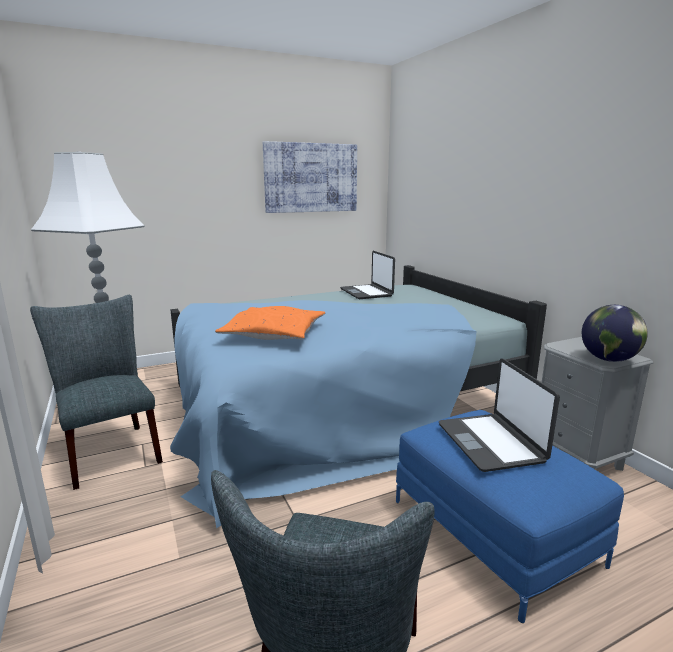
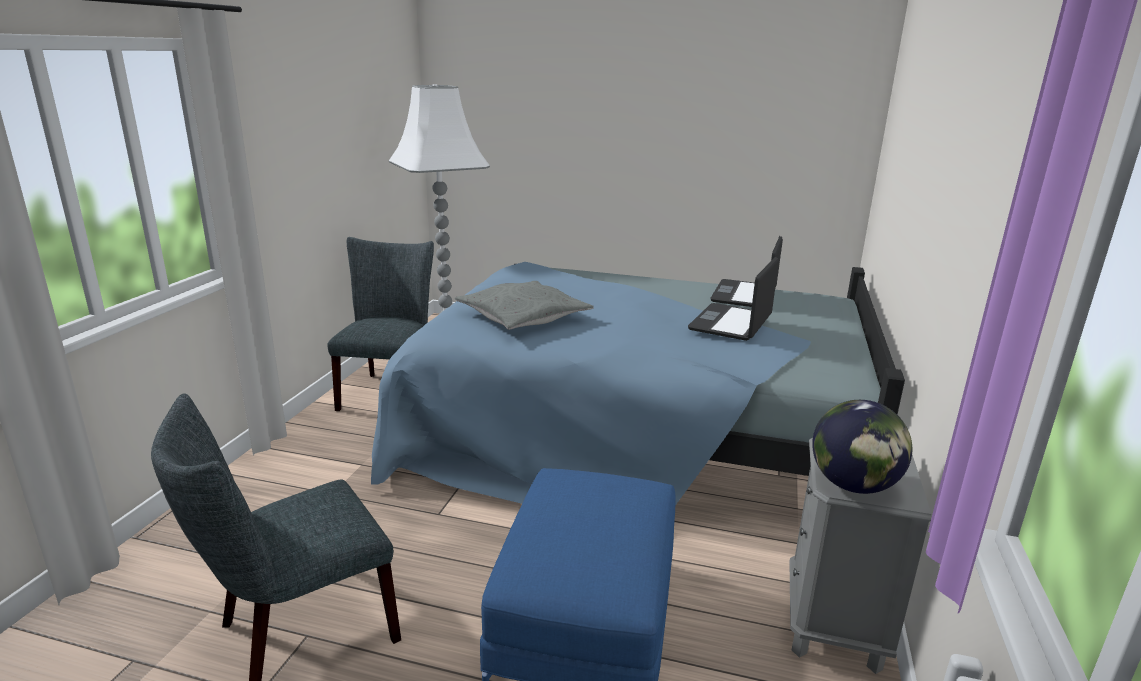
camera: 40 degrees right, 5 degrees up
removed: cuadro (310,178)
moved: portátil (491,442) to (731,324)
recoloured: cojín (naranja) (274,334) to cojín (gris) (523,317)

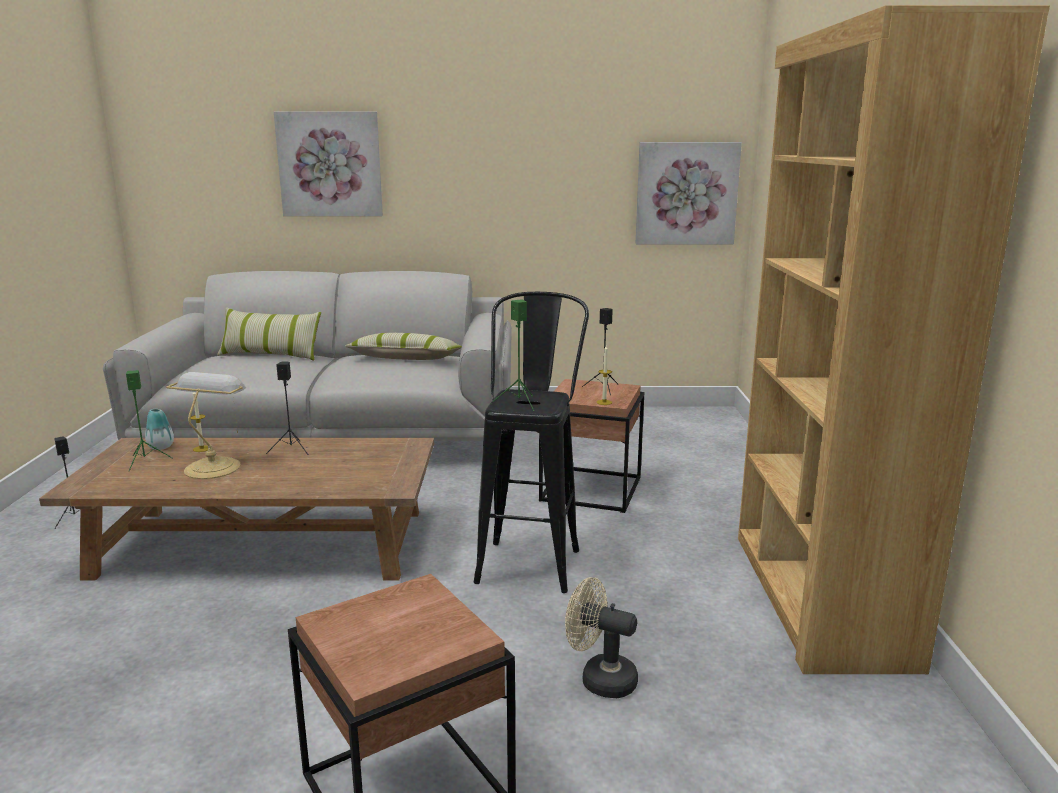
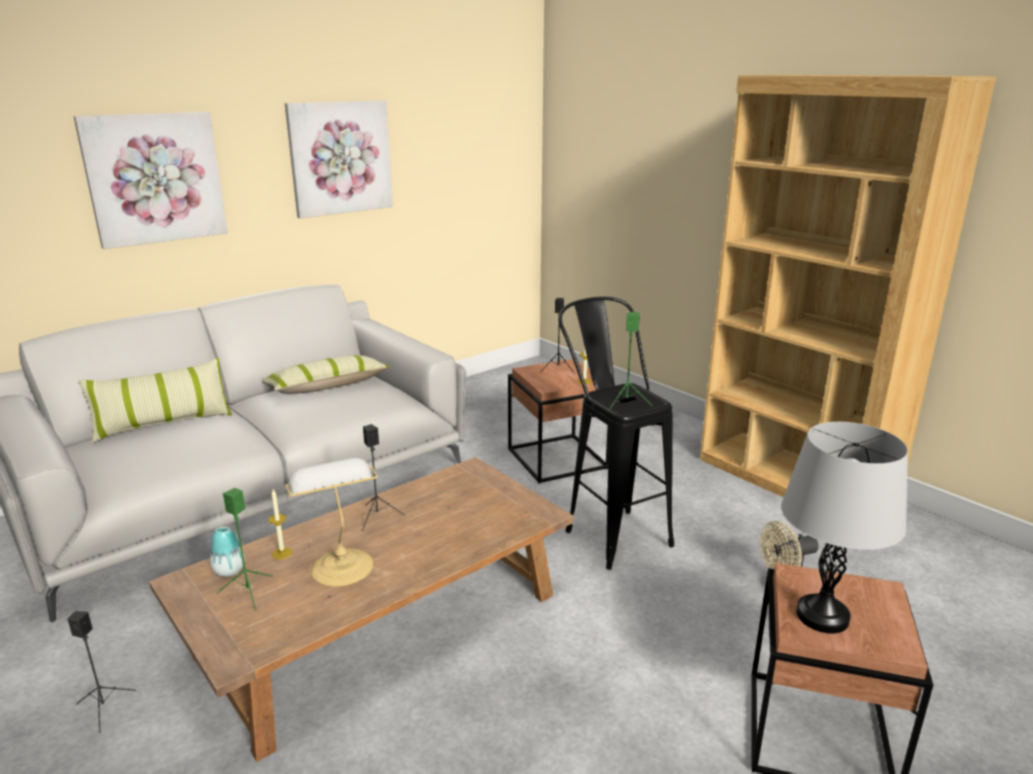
camera: 40 degrees left, 5 degrees up
added: lámpara de mesa (gris) (822,616)
moved: cuadro (686,193) to (340,158)

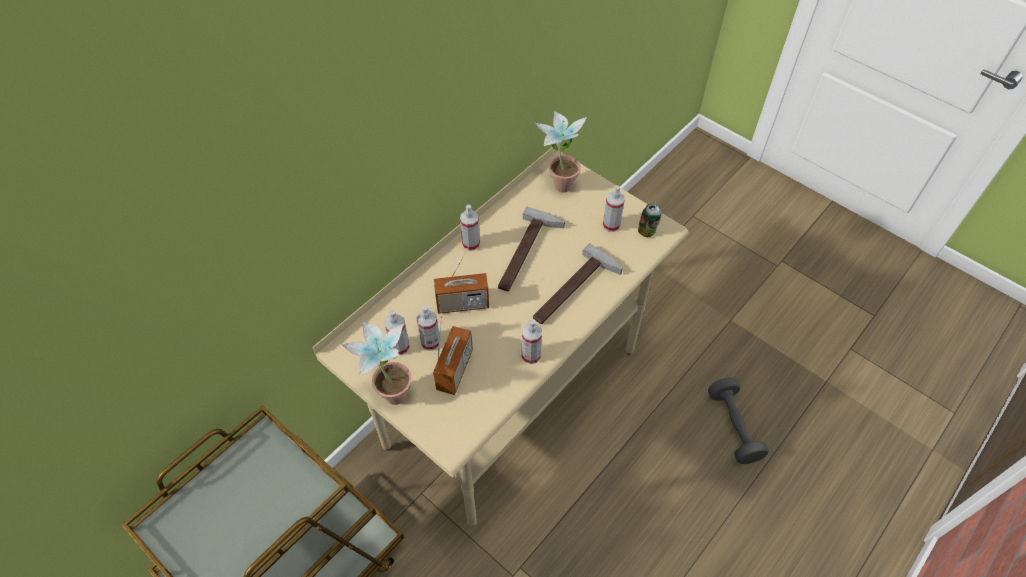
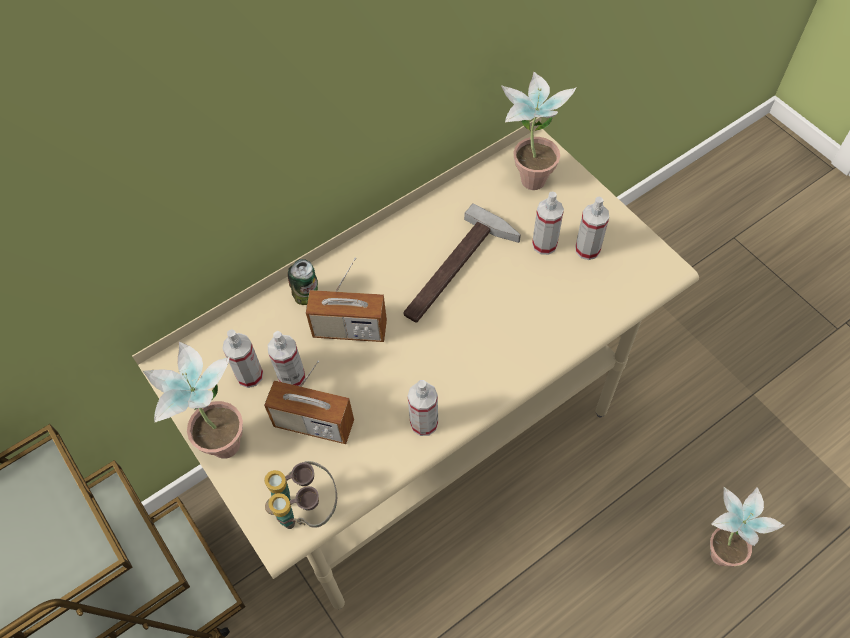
camera: 15 degrees right, 5 degrees up
removed: martillo (574,291)
added: prismáticos (305,508)
moved: pulverizador (471,244) to (544,244); lata (647,231) to (307,296)
replaced: mancuerna (gris) (733,427) to planta en maceta (721,546)
turned: radio (455,370) = (314,424) 75 degrees clockwise

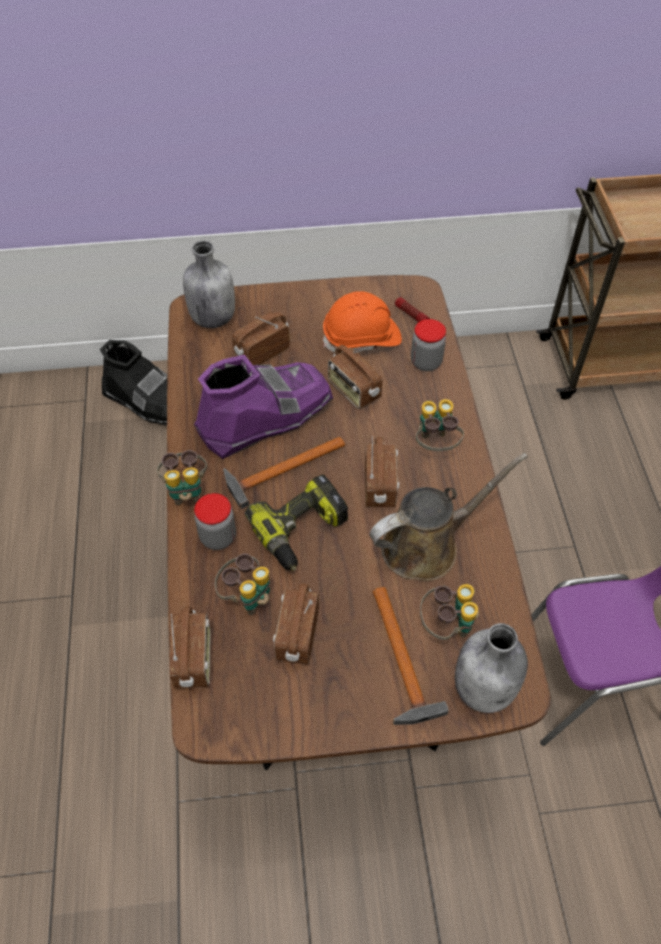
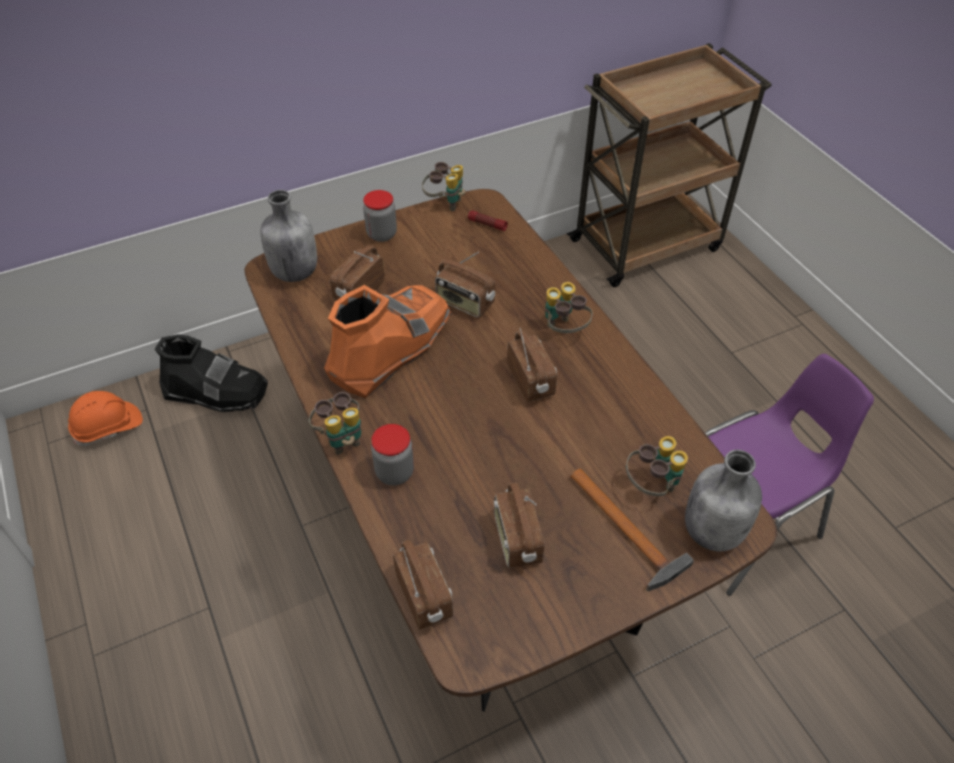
camera: 20 degrees left, 5 degrees down
removed: martillo (280,470); taladro (302,531); regadera (marrón) (427,545)
moved: prismáticos (247,596) to (445,203); casco (naranja) (362,338) to (108,427); tarro (426,362) to (382,234)
recoloured: bota (morado) (265,417) to bota (naranja) (389,349)

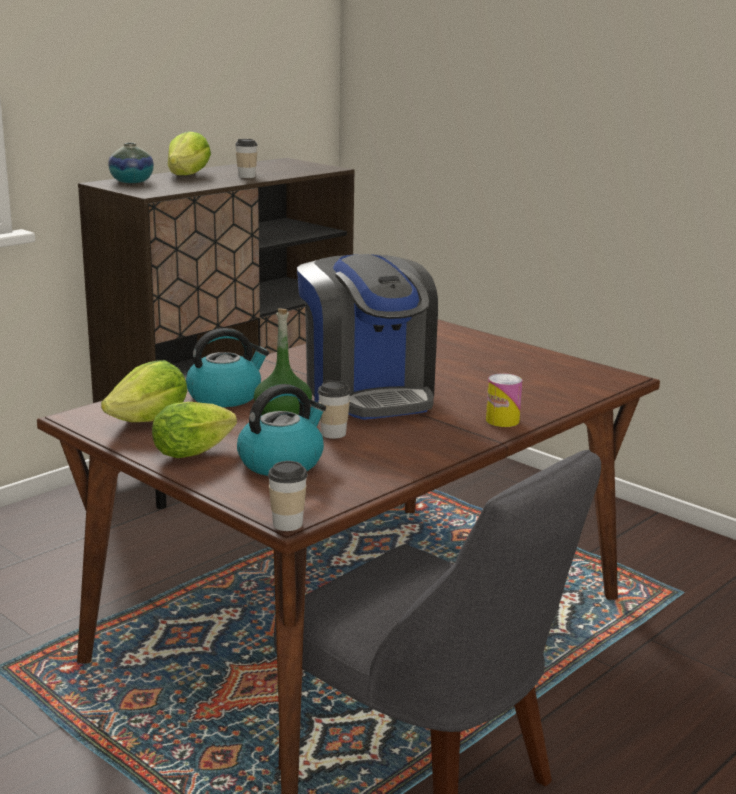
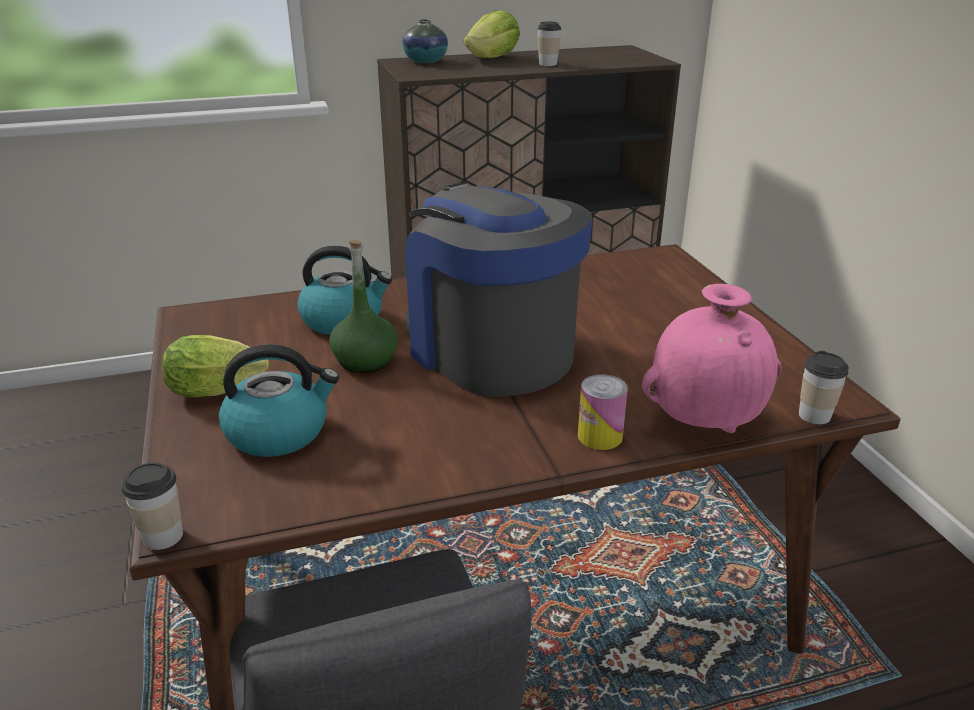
camera: 30 degrees right, 10 degrees up
removed: lechuga (150,420)
added: florero (rosa) (705,423)
moved: taza (333,434) to (814,415)
turned: cafetera (368,394) = (490,351) 135 degrees clockwise

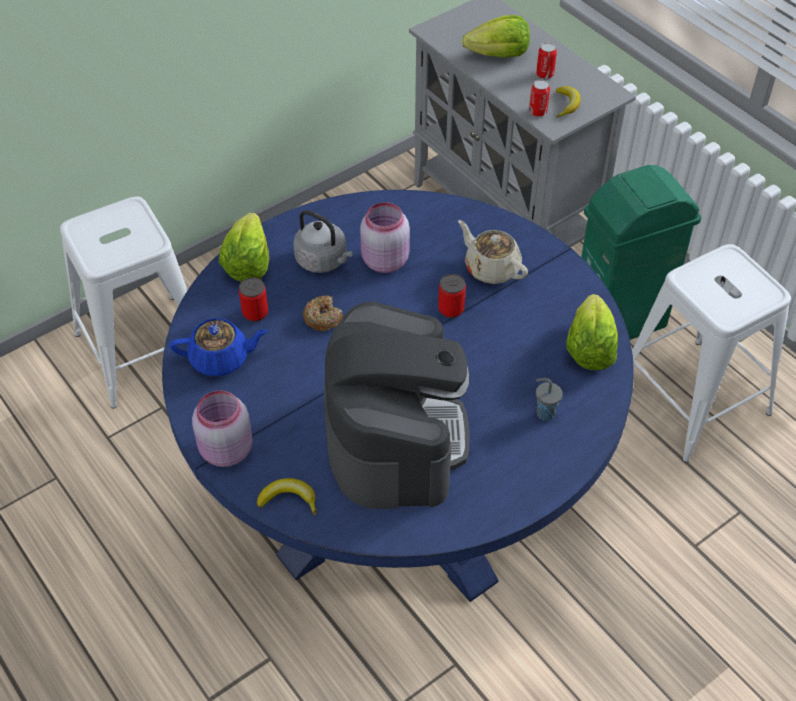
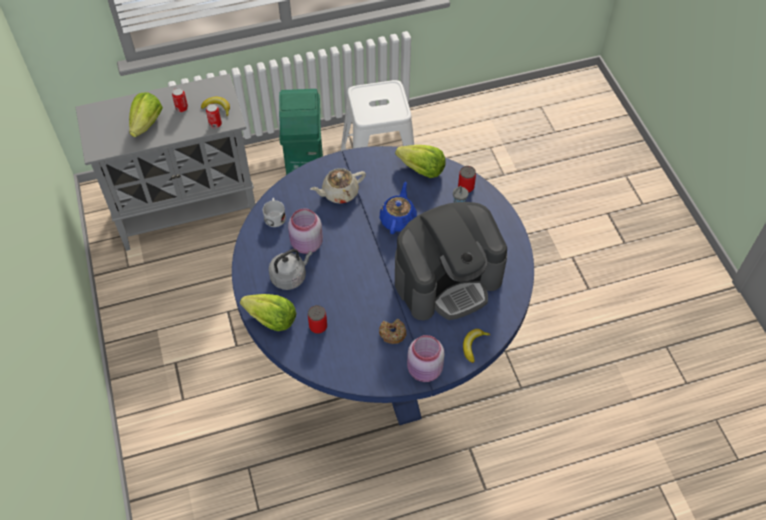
camera: 70 degrees left, 5 degrees up
removed: taburete (blanco) (144,350)
added: taza grande (blanco) (275,216)
moved: tetera (azul) (221,359) to (398,219); rosquilla (323,318) to (392,333); lata (451,309) to (466,187)
turned: cafetera (395,437) = (448,280) 135 degrees clockwise

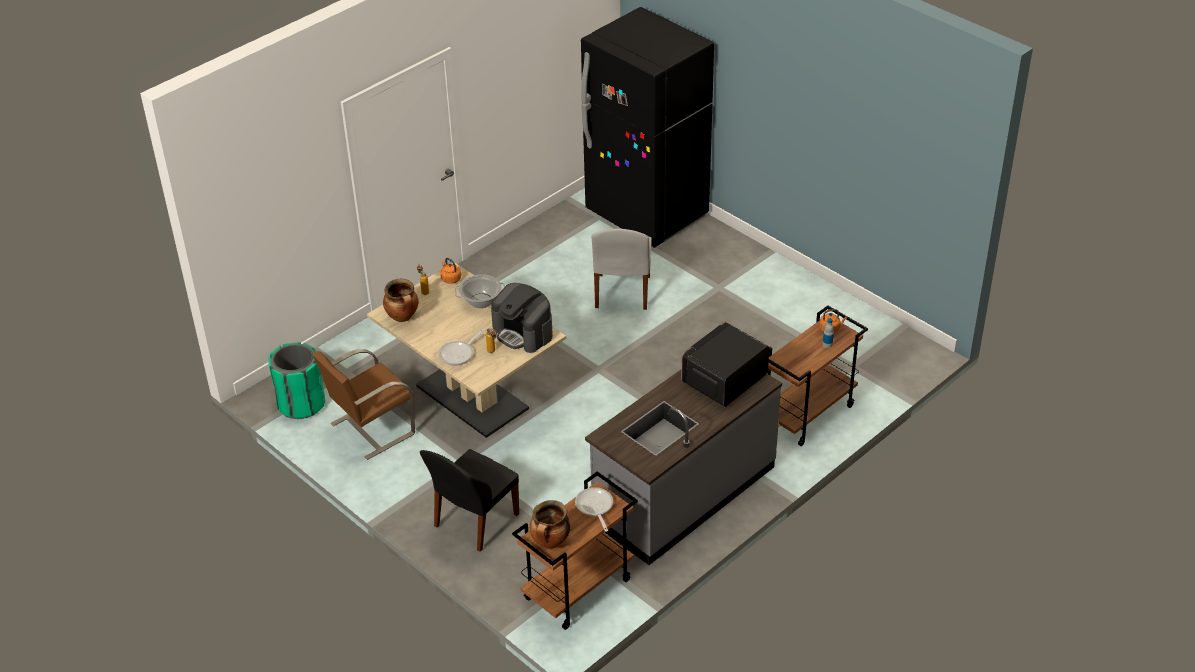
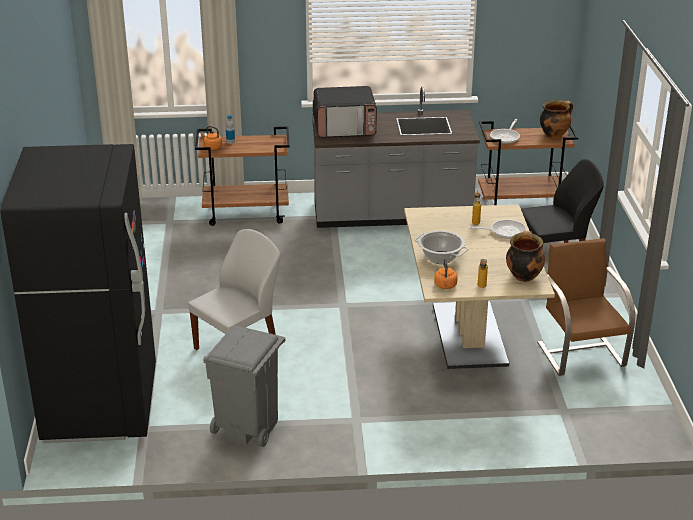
camera: 140 degrees left, 10 degrees down
removed: papelera (verde) (301,403); cafetera (523,333)
added: papelera (gris) (247,427)
turned: silla (marrón) (371,429) = (581,353) 105 degrees counterclockwise

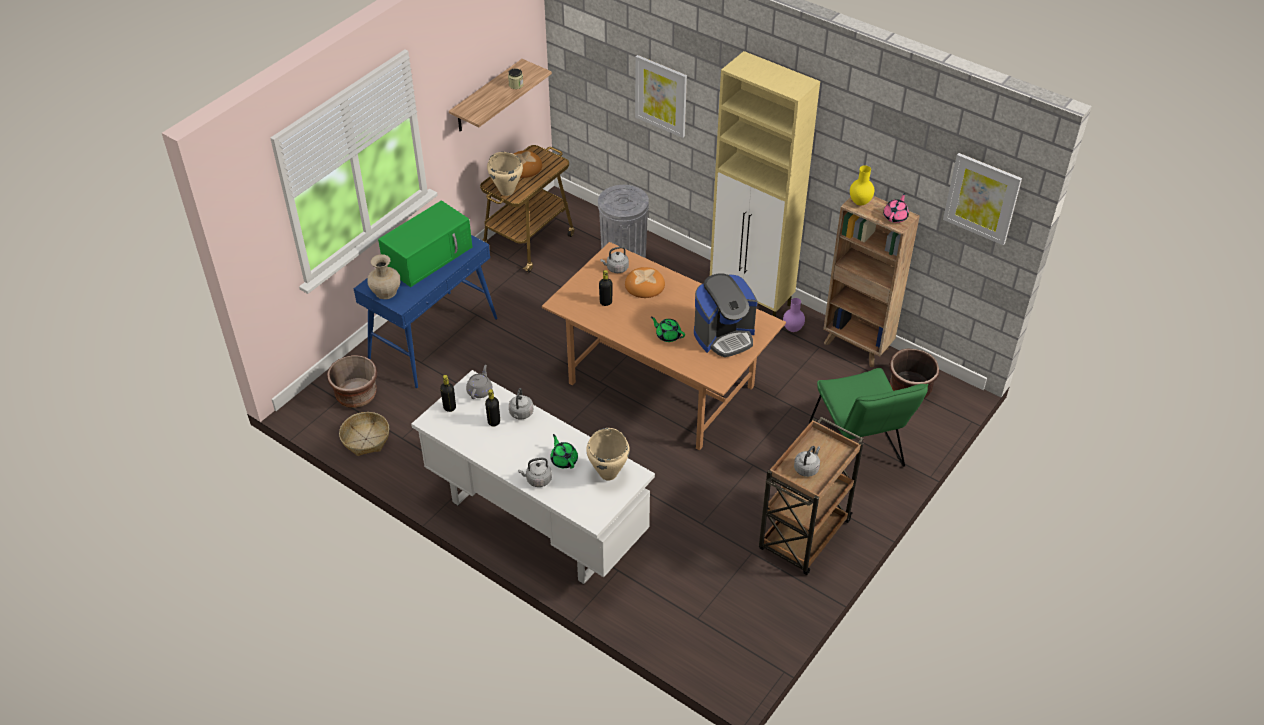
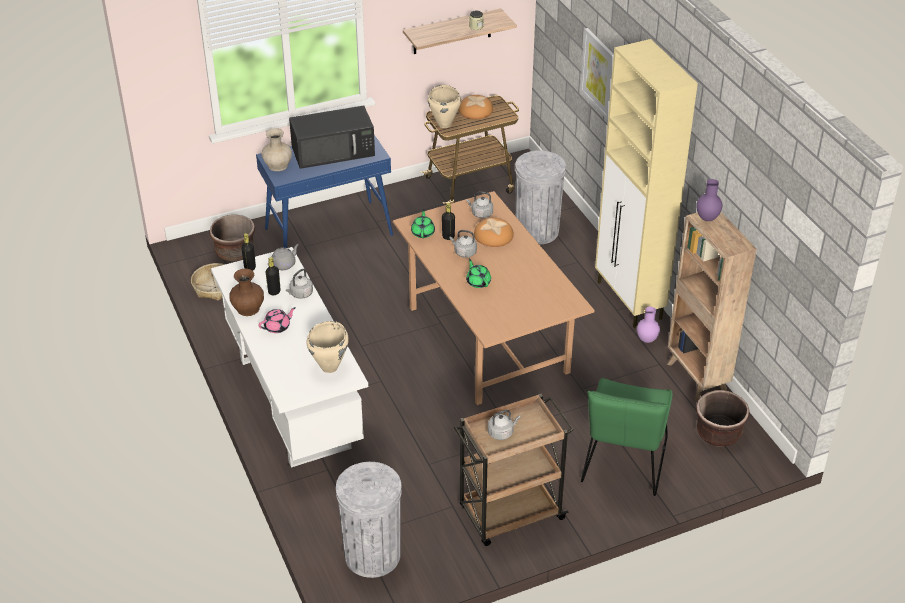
camera: 30 degrees right, 5 degrees down
removed: cafetera (724,336); cuadro (982,198)
added: florero (marrón) (247,309); papelera (gris) (372,555)
moved: hervidor (gris) (537,480) to (464,252); tetera (verde) (564,460) to (423,232); tetera (rosa) (895,216) to (277,327)
recoloured: microondas (verde) (429,256) to microondas (negro) (334,150); florero (amarillo) (860,203) to florero (morado) (708,219)

